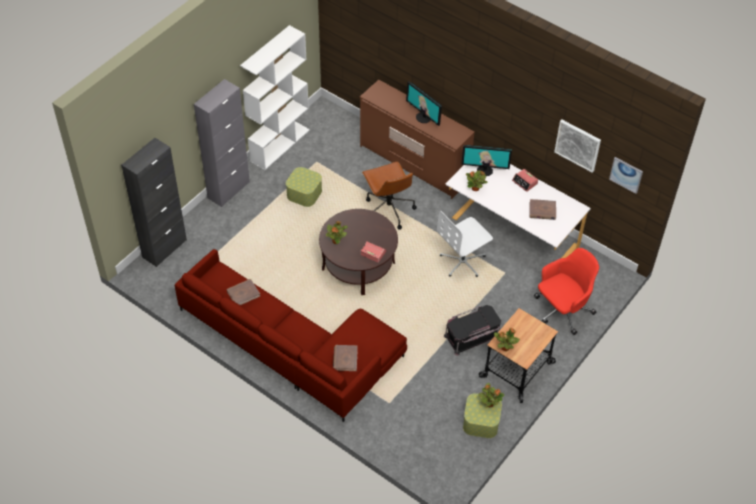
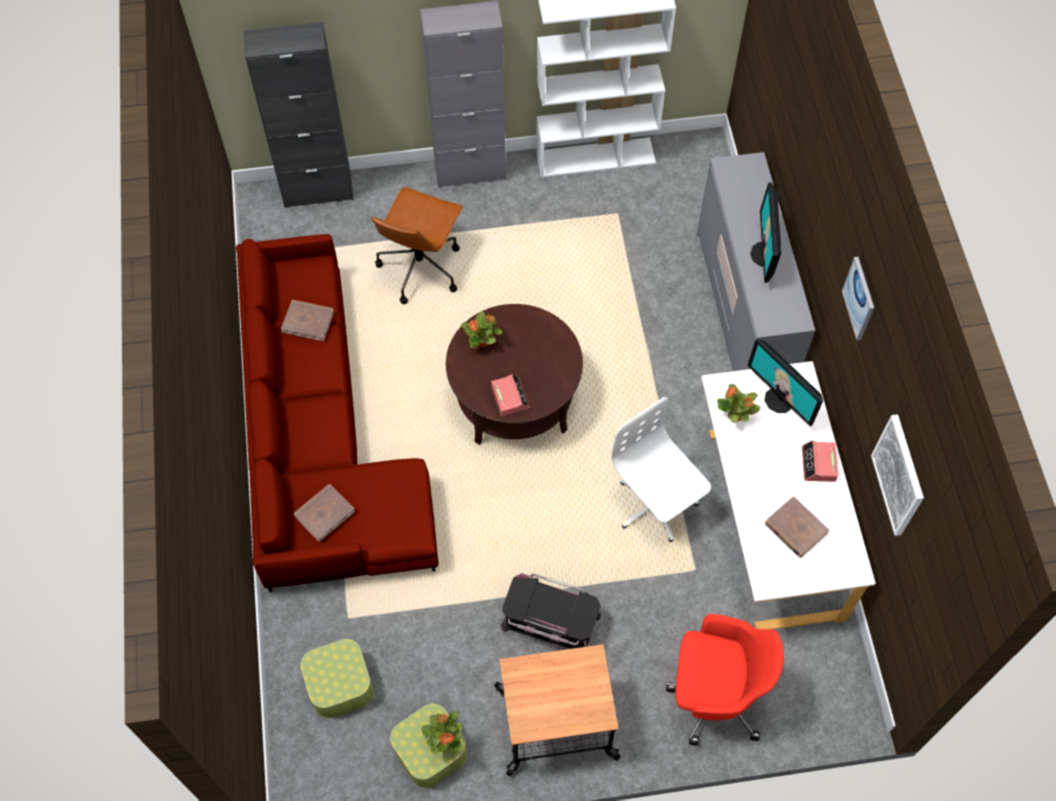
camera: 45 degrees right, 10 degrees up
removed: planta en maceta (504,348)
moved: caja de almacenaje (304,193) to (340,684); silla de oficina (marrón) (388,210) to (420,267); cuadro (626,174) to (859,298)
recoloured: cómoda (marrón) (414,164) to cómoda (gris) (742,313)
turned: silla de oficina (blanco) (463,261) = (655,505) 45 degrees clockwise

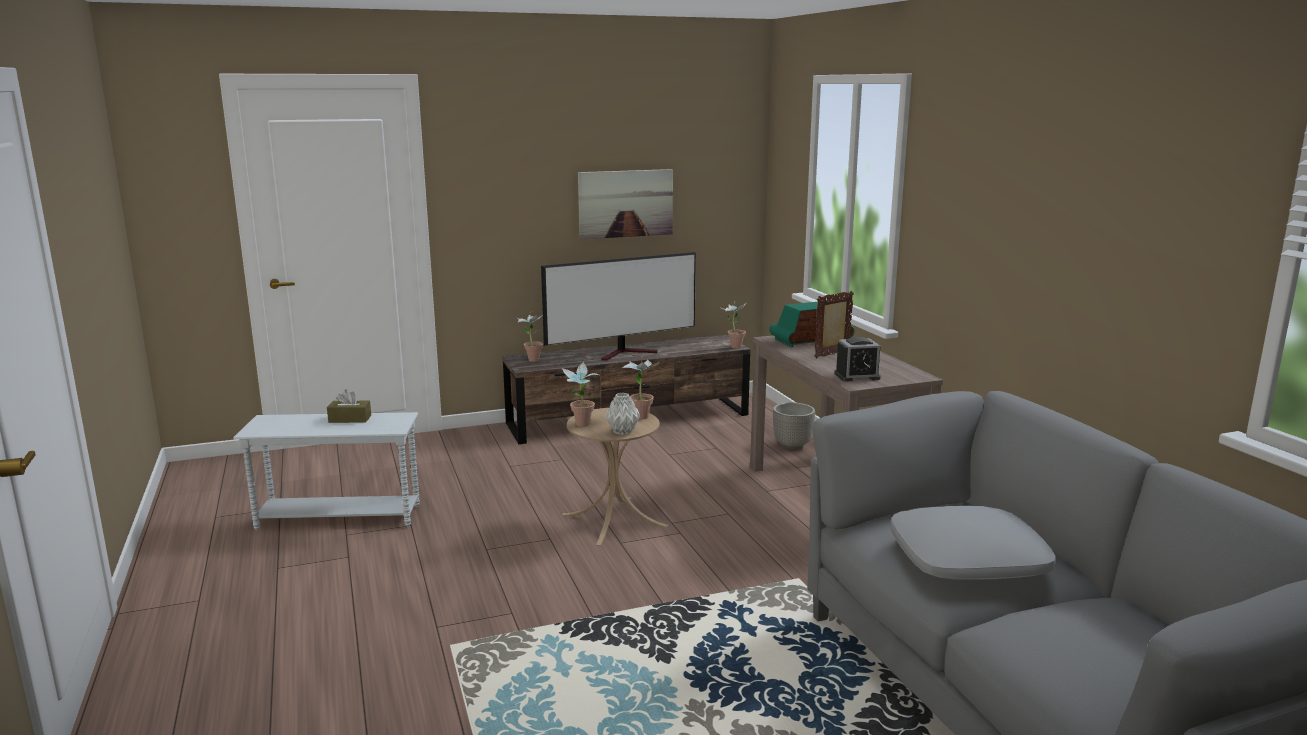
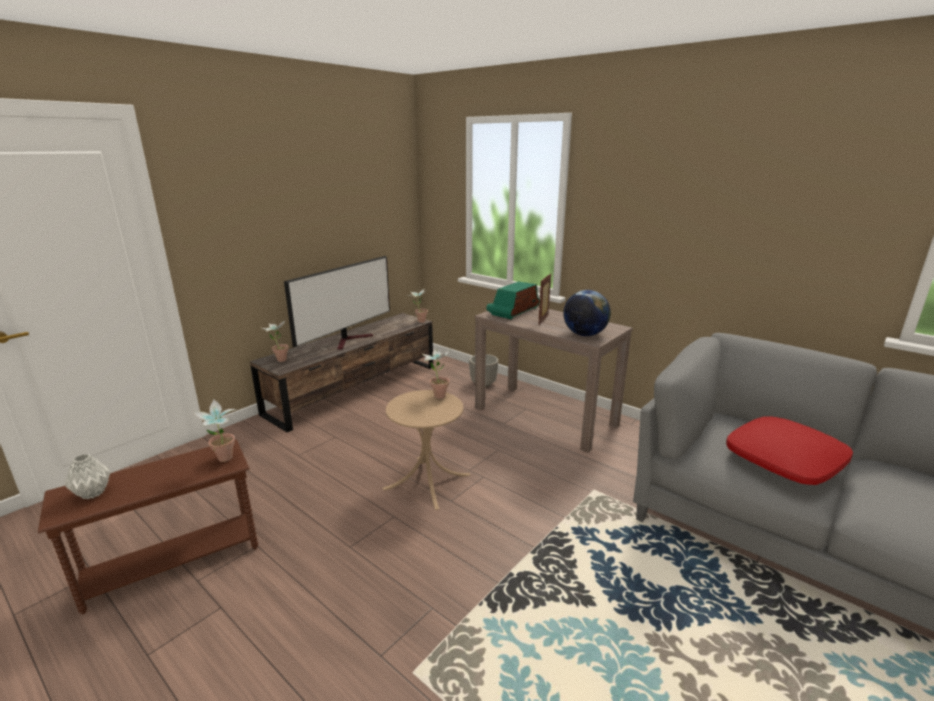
camera: 30 degrees left, 5 degrees up
removed: caja de pañuelos (marrón) (350,419); cuadro (625,203)
moved: planta en maceta (581,426) to (225,461); florero (gris) (623,432) to (93,493)
replaced: despertador (857,376) to globo terráqueo (584,334)
recoloured: mesa auxiliar (blanco) (339,517) to mesa auxiliar (marrón) (173,562); cojín (gris) (967,559) to cojín (rojo) (783,460)

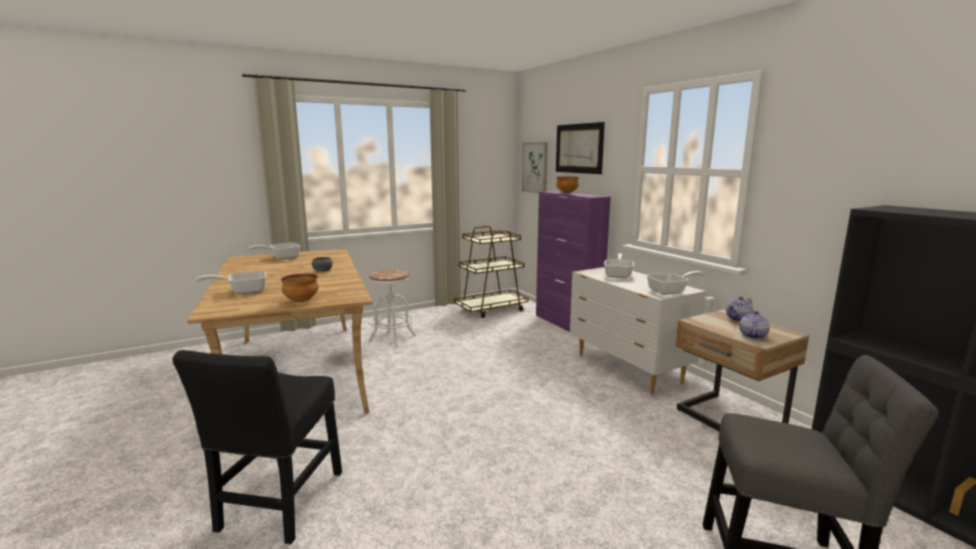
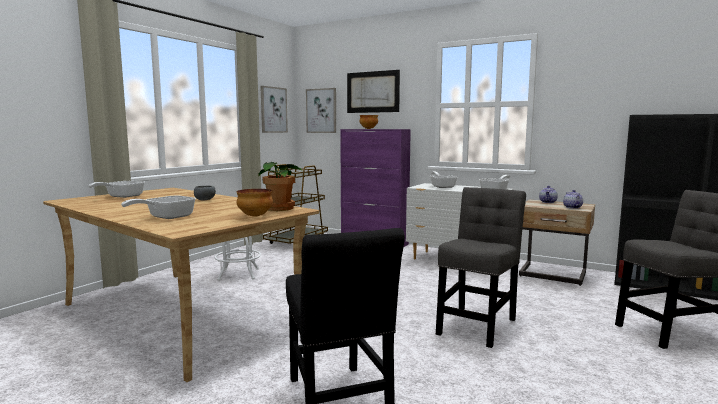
camera: 30 degrees left, 5 degrees down
added: planta en maceta (280,208); cuadro (273,110); silla (gris) (477,324)

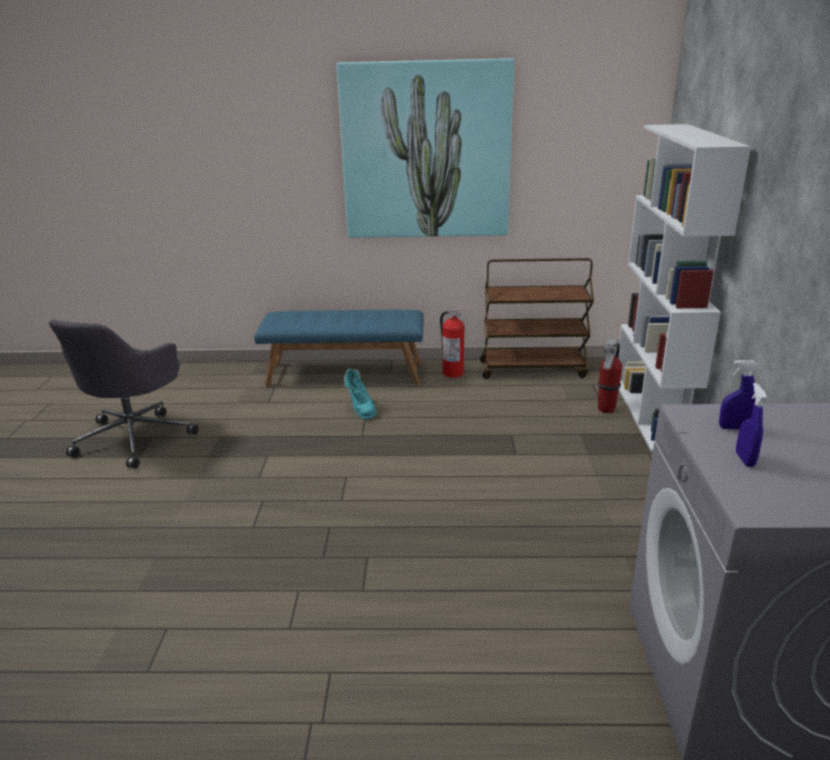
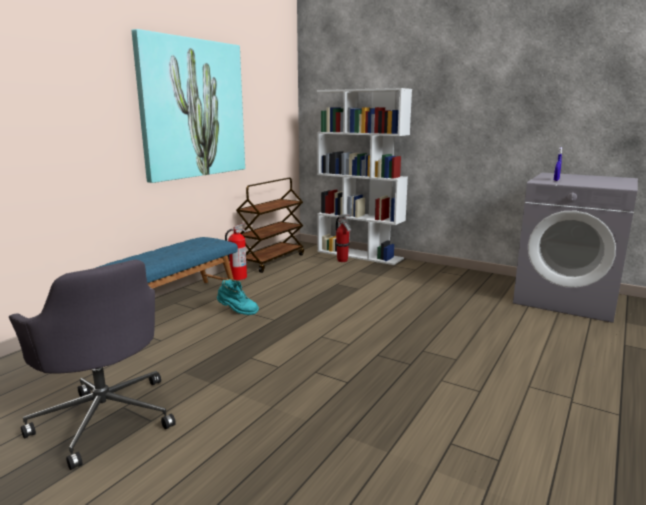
camera: 60 degrees left, 10 degrees down
removed: pulverizador (azul) (745,459)

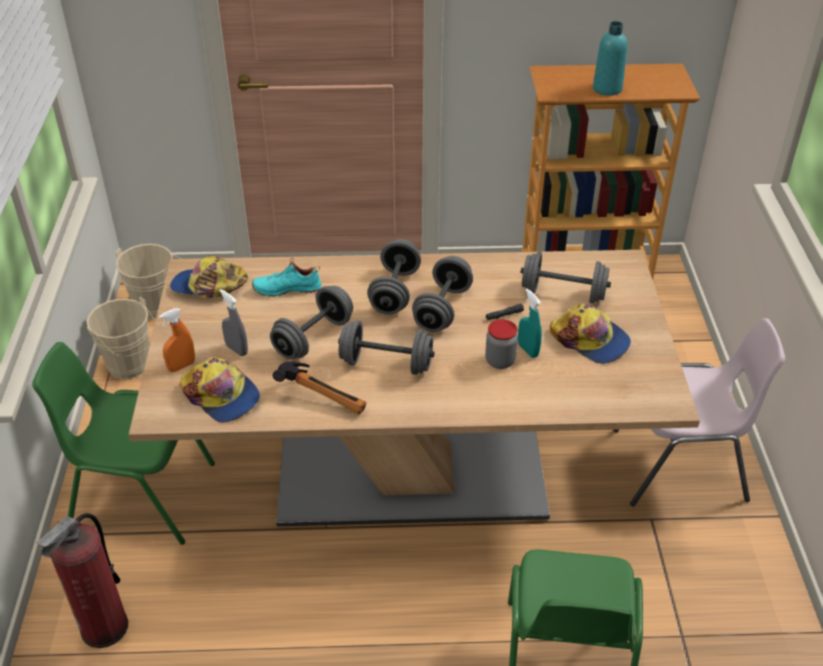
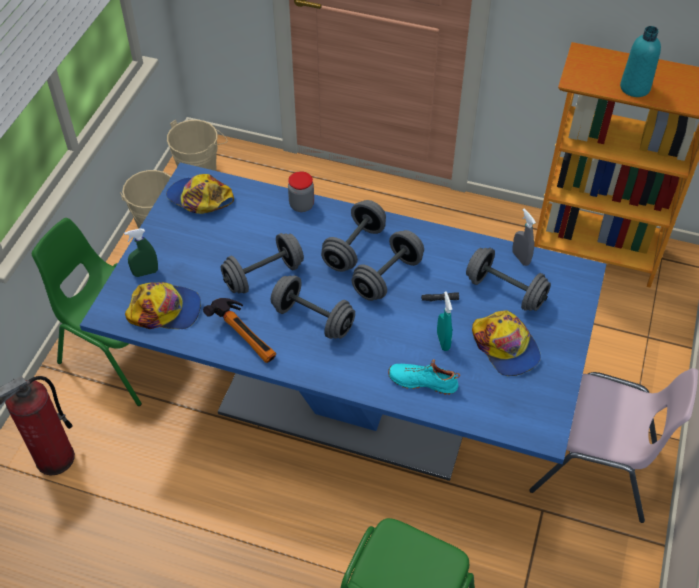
camera: 20 degrees right, 10 degrees up
moved: pulverizador (gris) (236,349) to (520,258); zapato (turquesa) (287,288) to (423,380); tarro (500,361) to (301,205)
recoloured: mesa de comedor (beis) (411,473) to mesa de comedor (azul) (349,400); pulverizador (naranja) (181,366) to pulverizador (verde) (145,272)
turned: gorra (221,395) = (165,310) 60 degrees counterclockwise

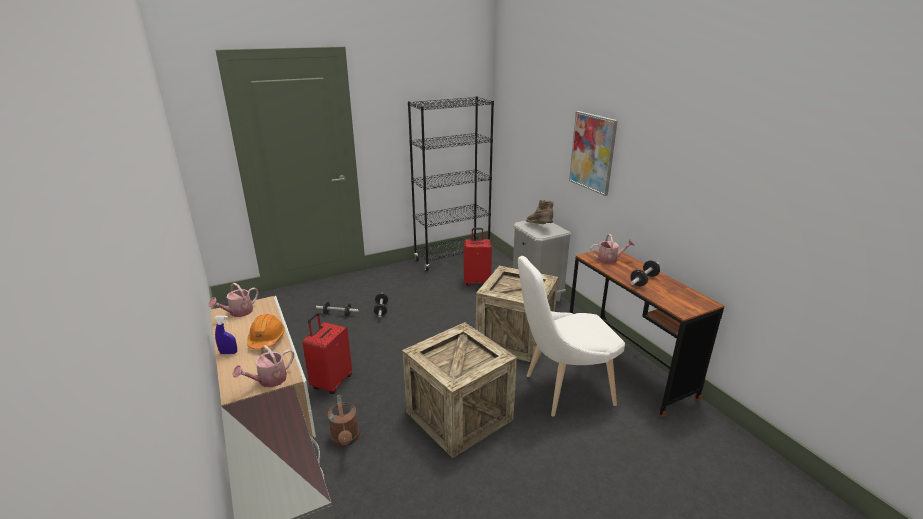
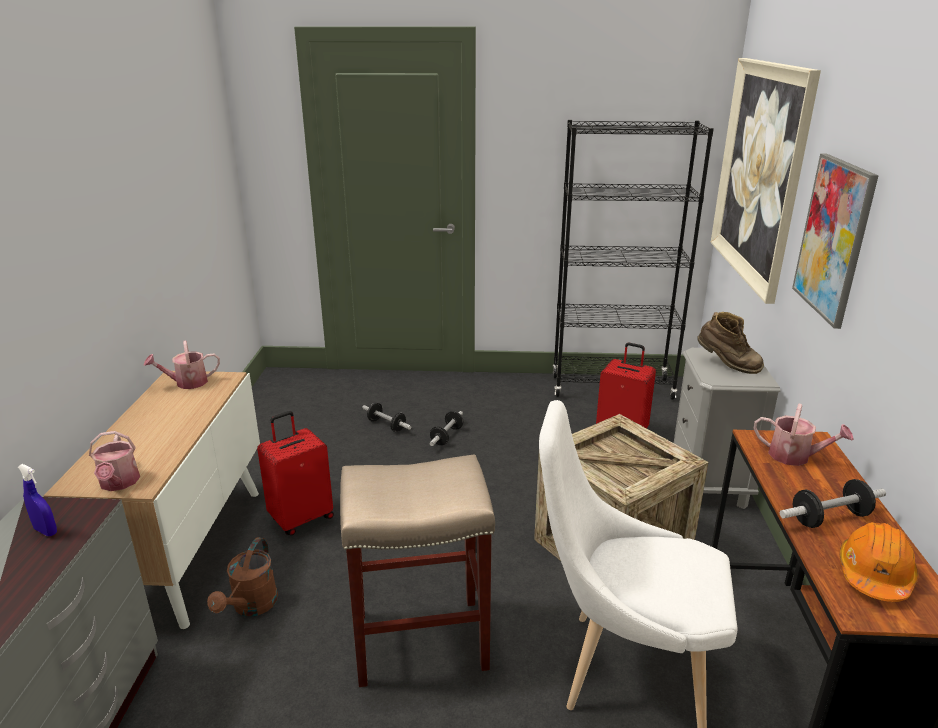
camera: 30 degrees right, 0 degrees up
added: cuadro (760,172)
moved: pulverizador (azul) (228,353) to (46,531); casco (naranja) (266,339) to (874,574)
replaced: caja de embalaje (459,416) to taburete (beis) (422,639)
turned: regadera (269,381) = (119,483) 90 degrees counterclockwise; bota (marrón) (540,227) = (727,365) 120 degrees clockwise

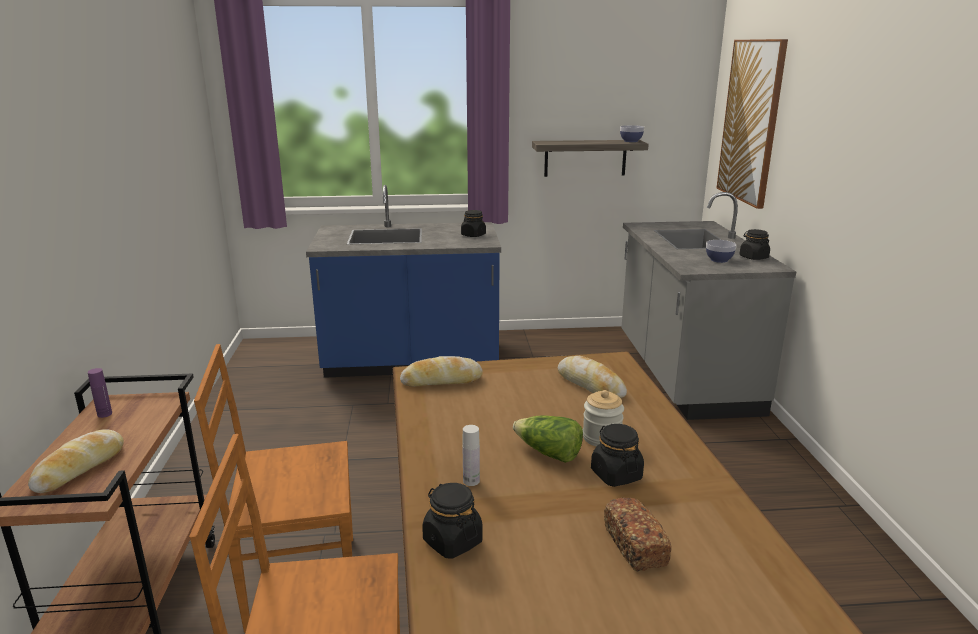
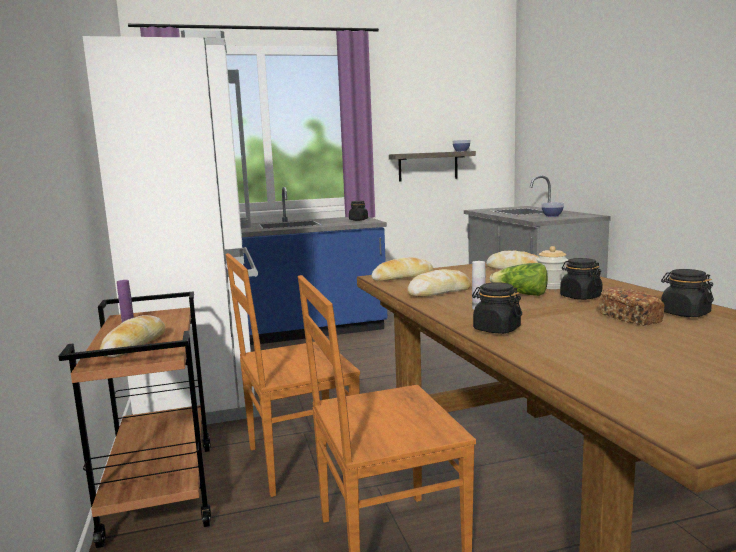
camera: 10 degrees left, 10 degrees down
removed: cuadro (751,121)
added: nevera (blanco) (204,391); pan (439,292)
moved: tarro (negro) (753,257) to (684,313)

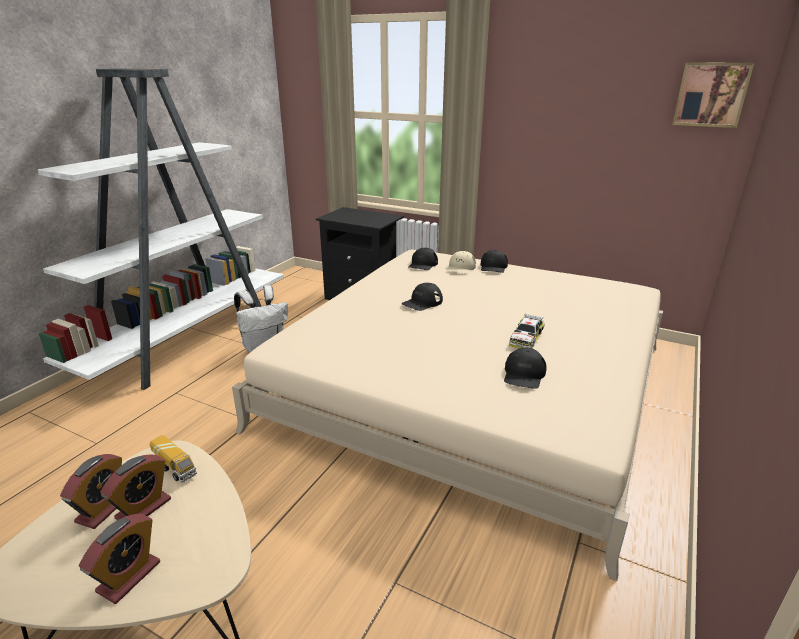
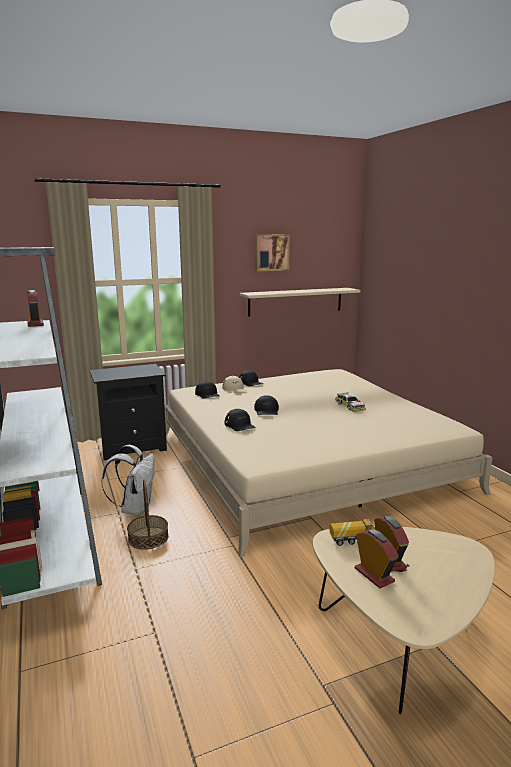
camera: 50 degrees left, 10 degrees down
added: cesta (148,538); estante (beis) (295,301)
moved: despertador (129,577) to (35,324); gorra (negro) (524,374) to (240,425); cuadro (711,94) to (271,252)

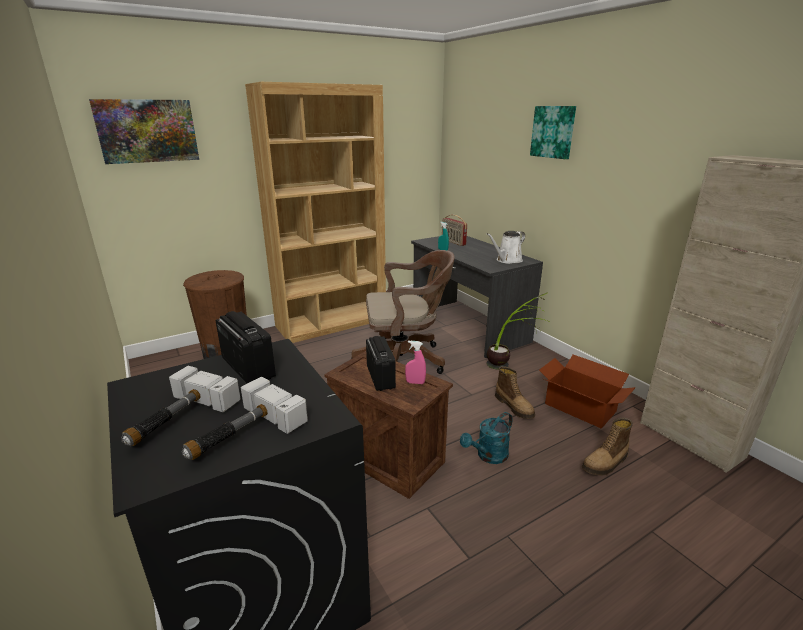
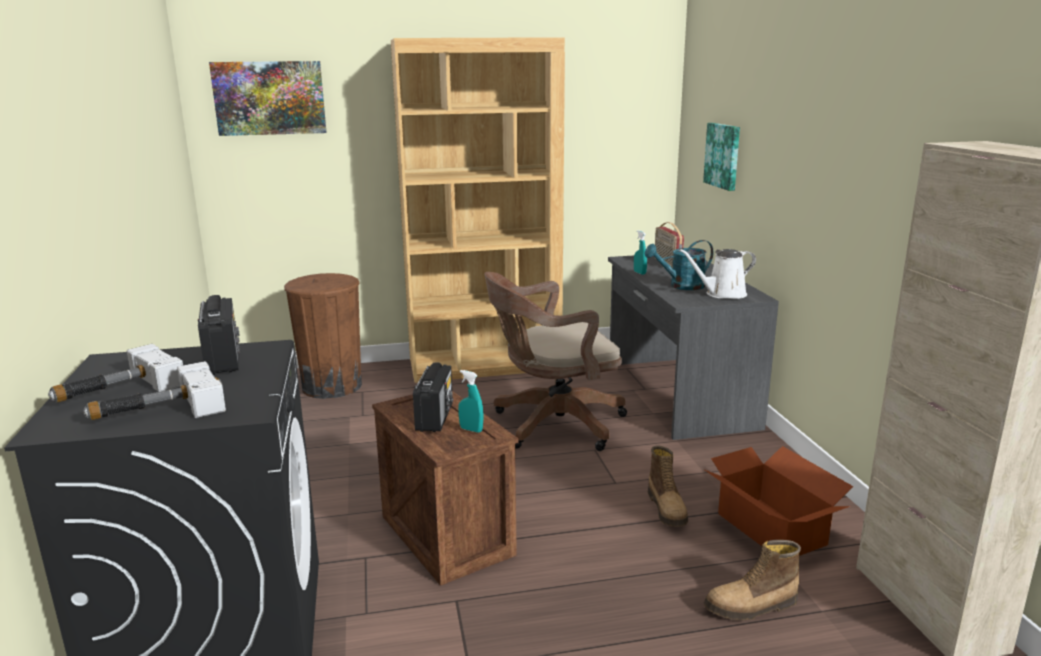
camera: 20 degrees right, 5 degrees down
removed: planta en maceta (510,364)
moved: regadera (turquesa) (488,456) to (681,286); cuadro (553,132) to (723,155)
recoloured: pulverizador (rosa) (415,382) to pulverizador (turquesa) (471,430)
turned: silla de oficina (marrón) (405,360) = (552,425) 150 degrees clockwise

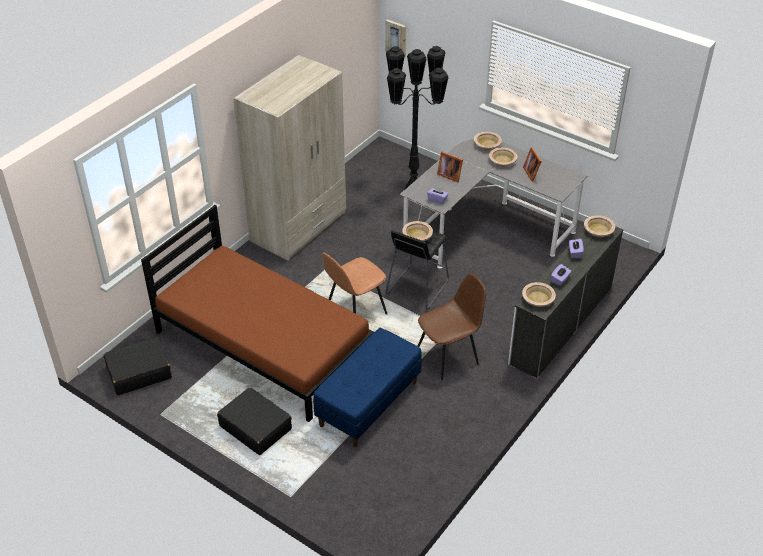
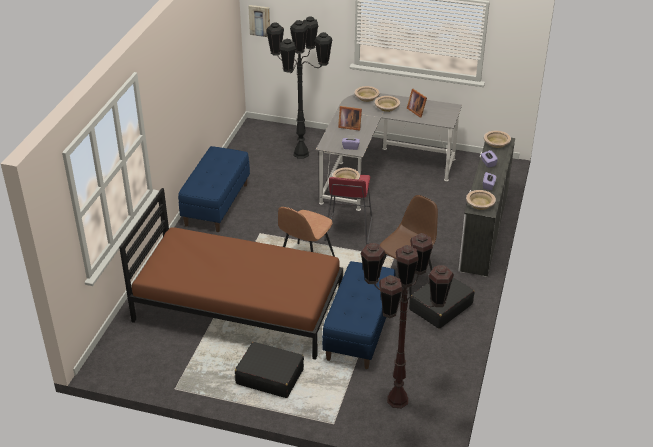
camera: 20 degrees left, 5 degrees down
added: lámpara de pie (marrón) (398,400)
moved: maleta (negro) (139,372) to (440,307)
replaced: armario ropero (beis) (299,227) to banco (azul) (216,204)
recoloured: taburete (negro) (417,288) to taburete (rojo) (348,230)

